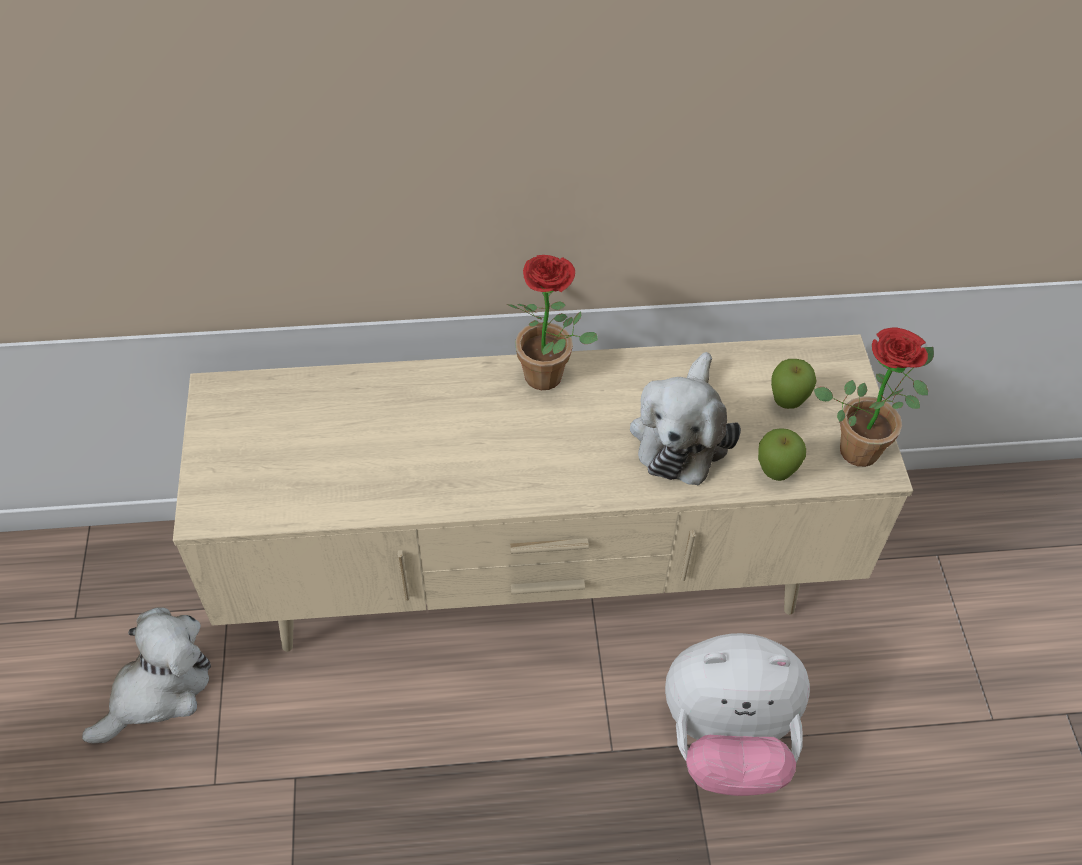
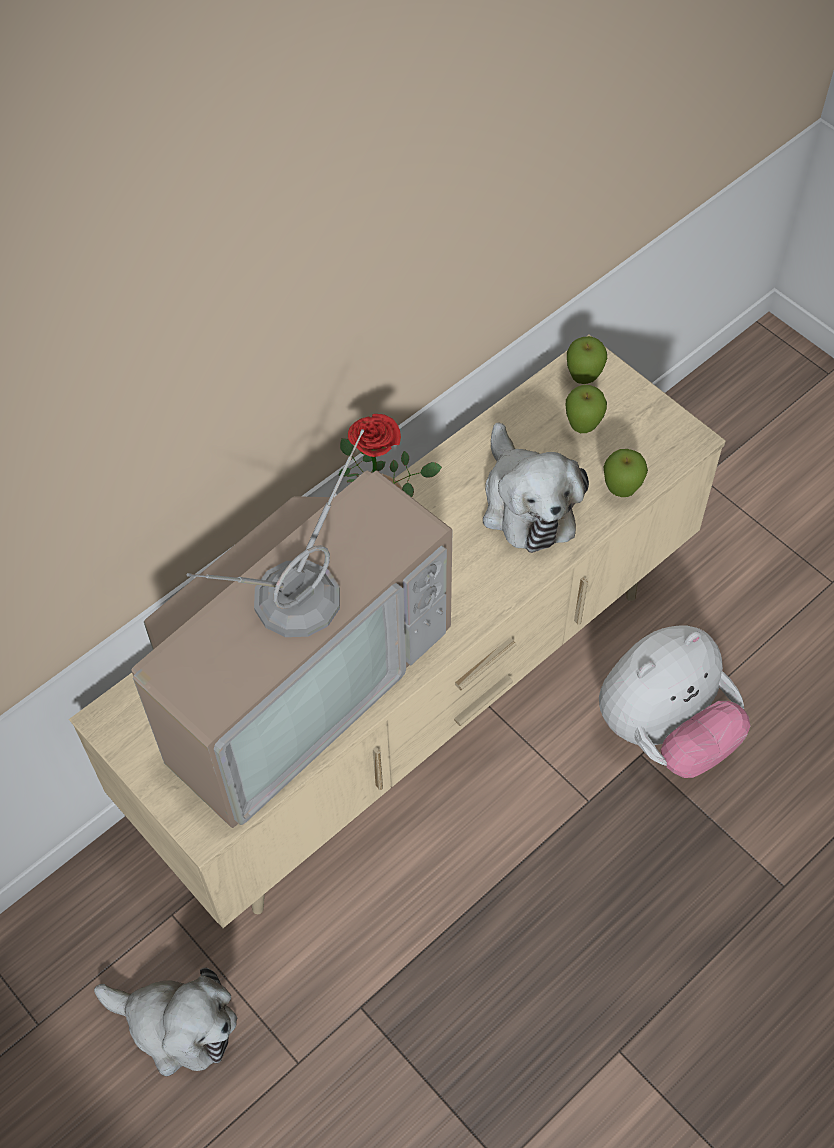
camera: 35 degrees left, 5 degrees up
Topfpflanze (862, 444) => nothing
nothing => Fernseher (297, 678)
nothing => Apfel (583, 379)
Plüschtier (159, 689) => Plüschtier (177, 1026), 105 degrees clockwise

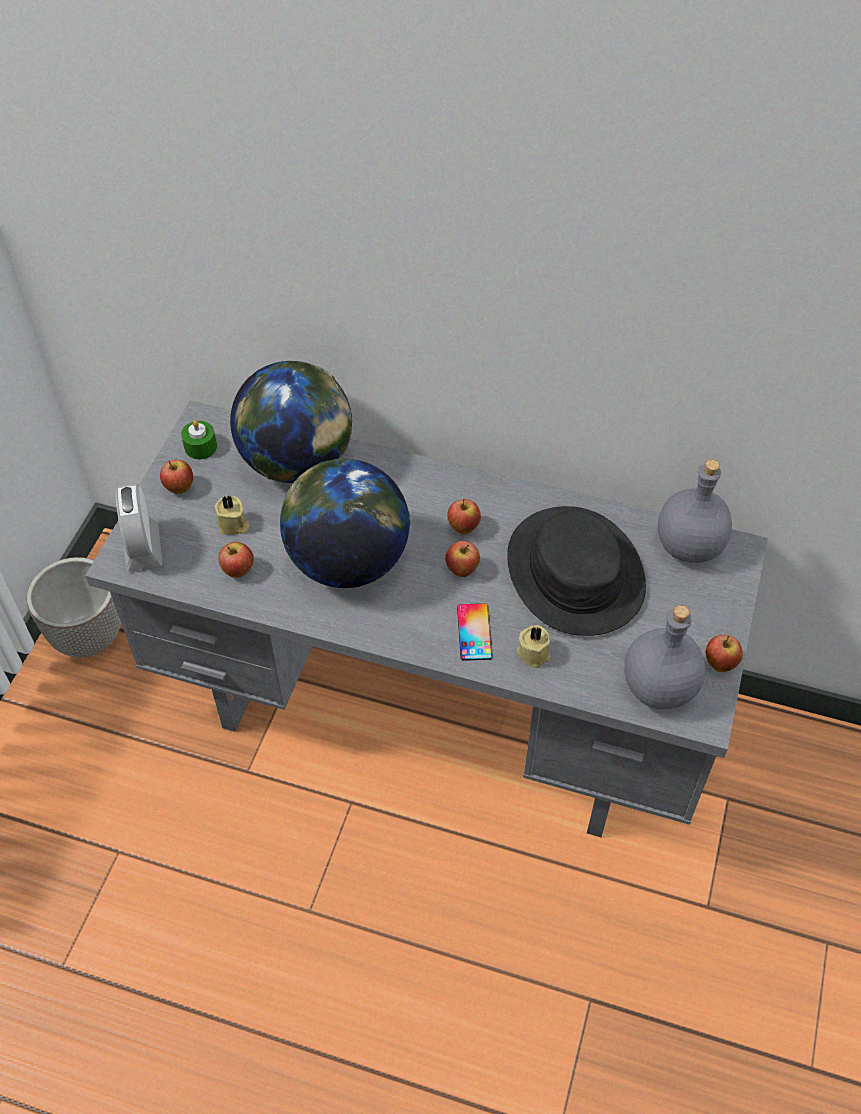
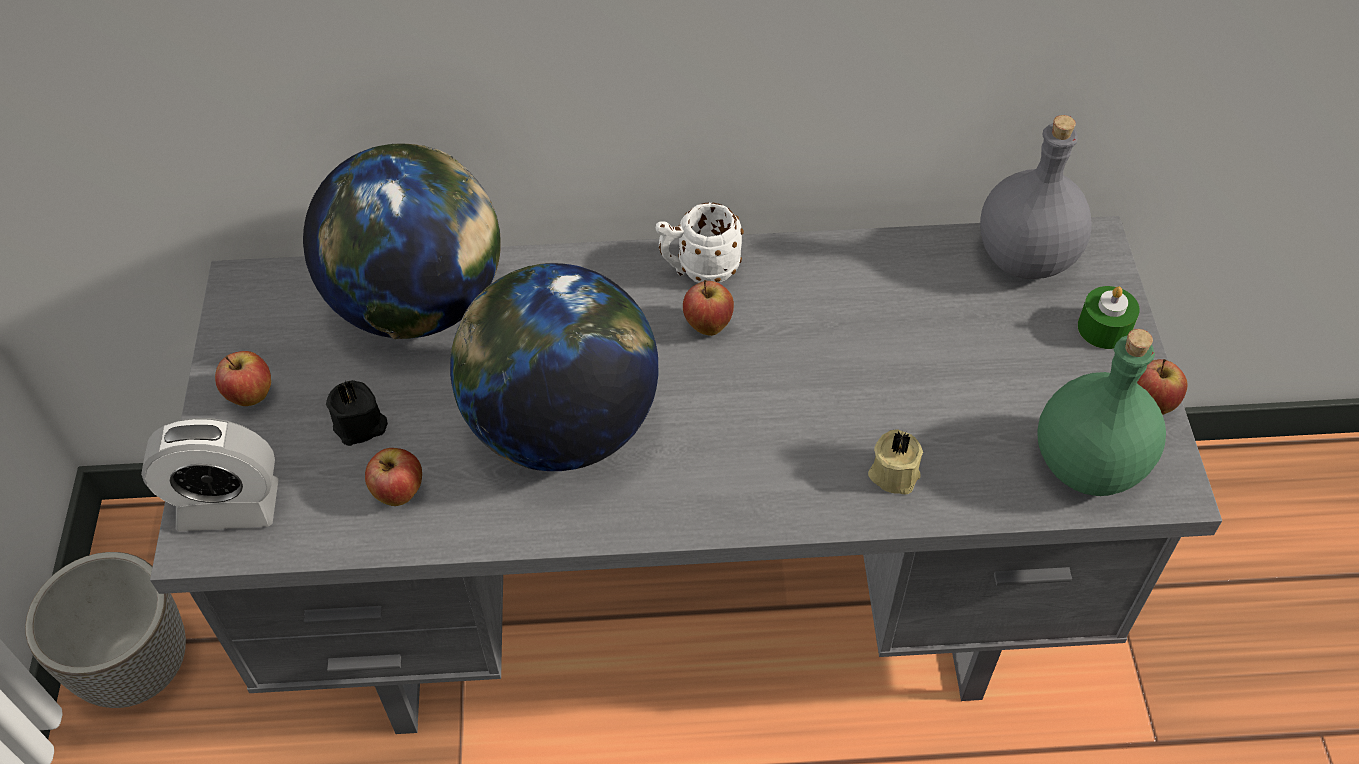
camera: 20 degrees left, 0 degrees up
Apfel (462, 570) => nothing
Handy (474, 632) => nothing
Hut [schwarz] (574, 572) => nothing
nothing => Henkelbecher [weiß] (698, 270)
Kerze [grün] (200, 447) => Kerze [grün] (1104, 328), shifted
Kerze [beige] (233, 525) => Kerze [schwarz] (361, 426)
Flasche [grau] (660, 687) => Flasche [grün] (1090, 464)
Wecker (142, 547) => Wecker (229, 505), 60 degrees counterclockwise

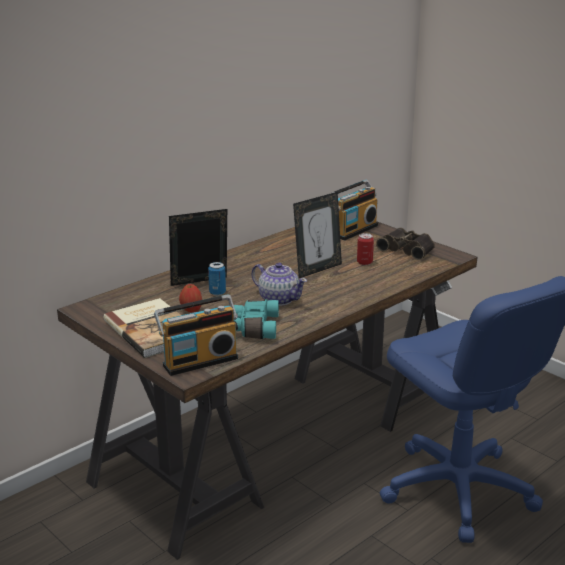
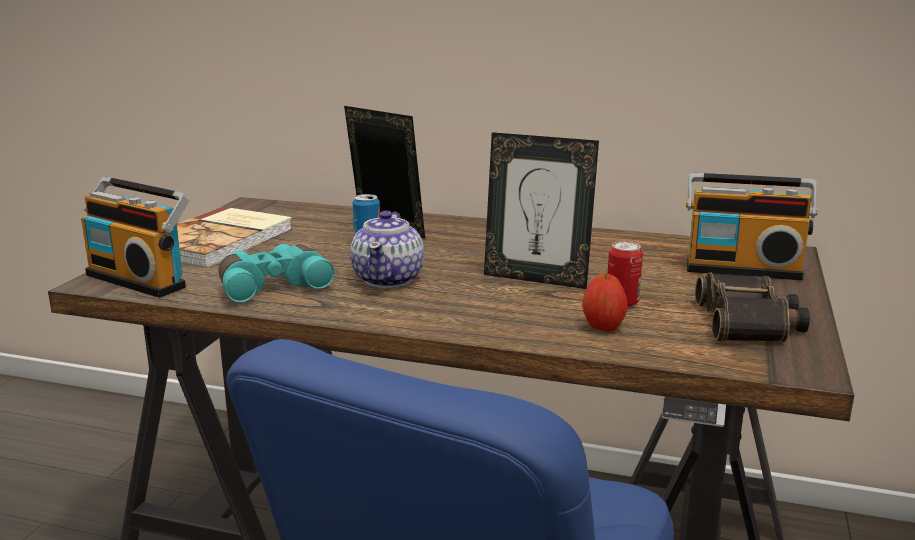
camera: 60 degrees right, 5 degrees down
Apfel (191, 310) => Apfel (603, 327), shifted

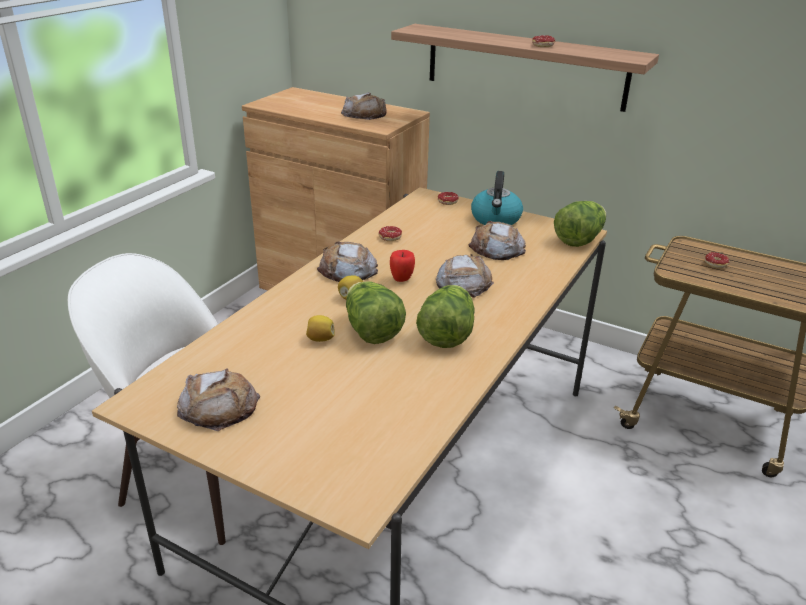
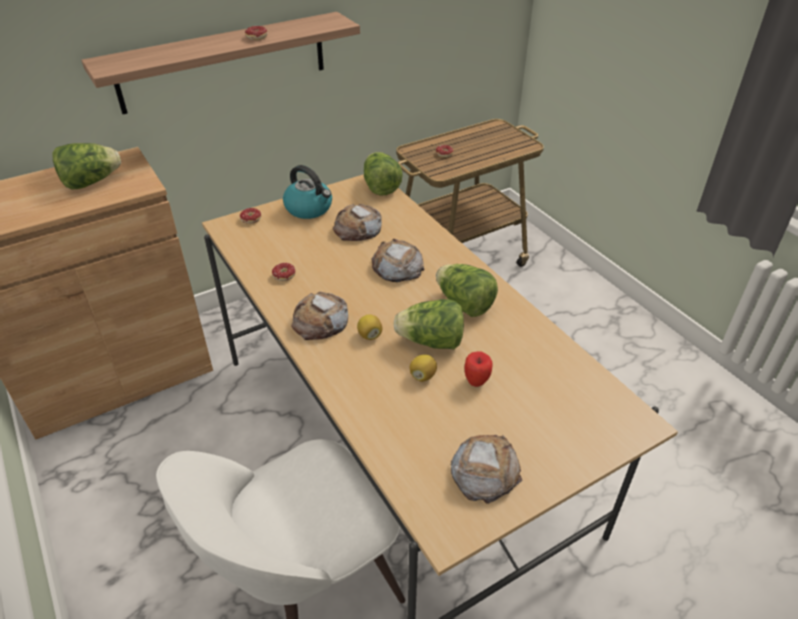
camera: 60 degrees left, 10 degrees up
Apfel (401, 280) => Apfel (476, 381), shifted
Brot (364, 114) => Salatkopf (91, 182)

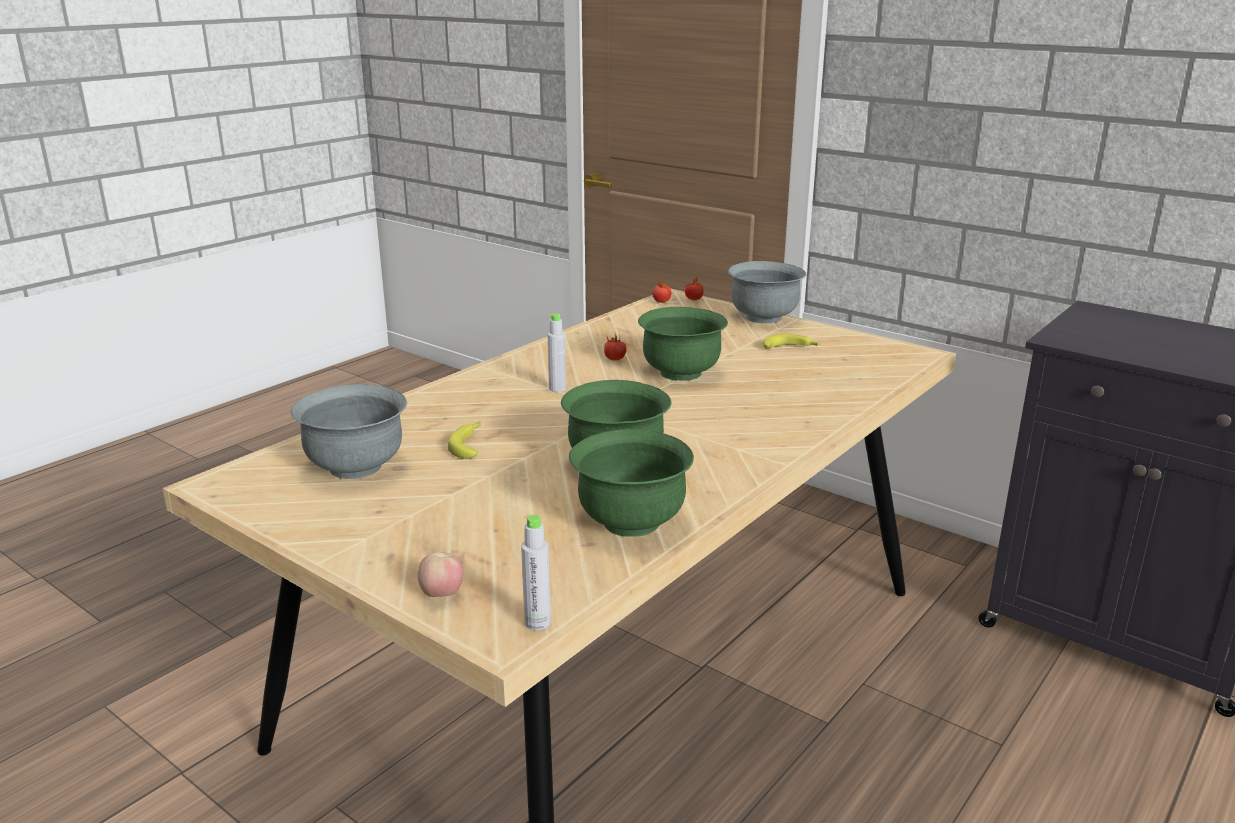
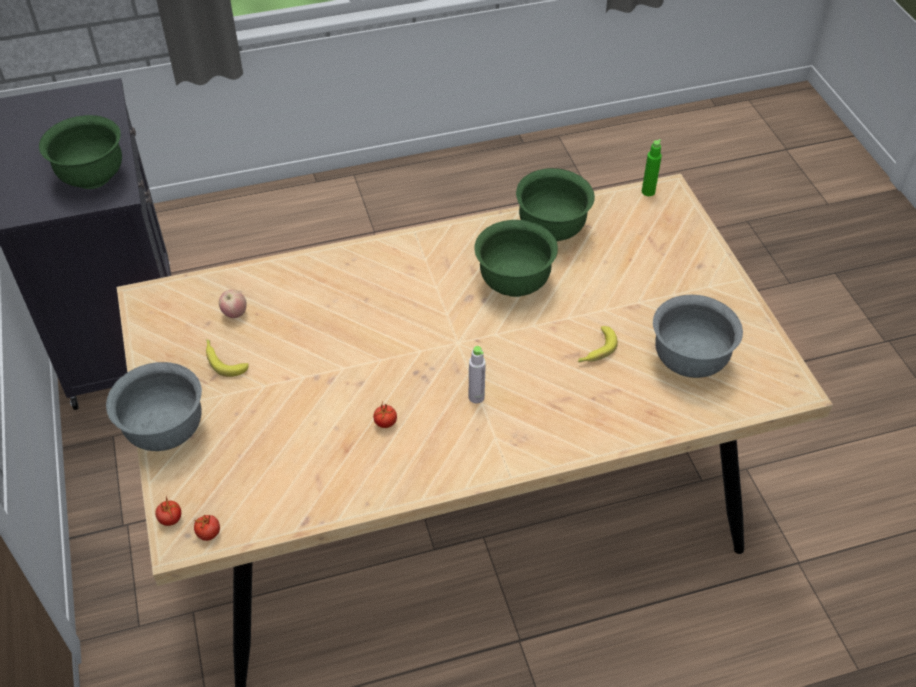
camera: 145 degrees left, 25 degrees up
Apfel (442, 595) => Apfel (234, 313), shifted
Schüssel [grün] (681, 373) => Schüssel [grün] (92, 177), shifted
Flasche [grau] (537, 622) => Flasche [grün] (648, 192)

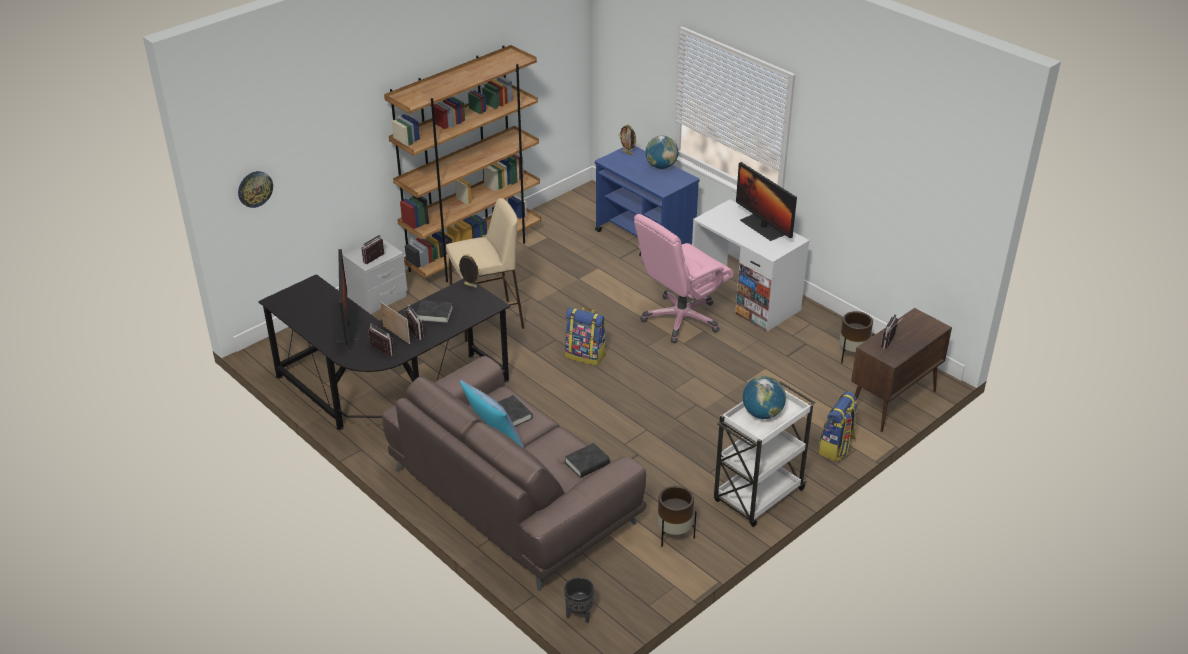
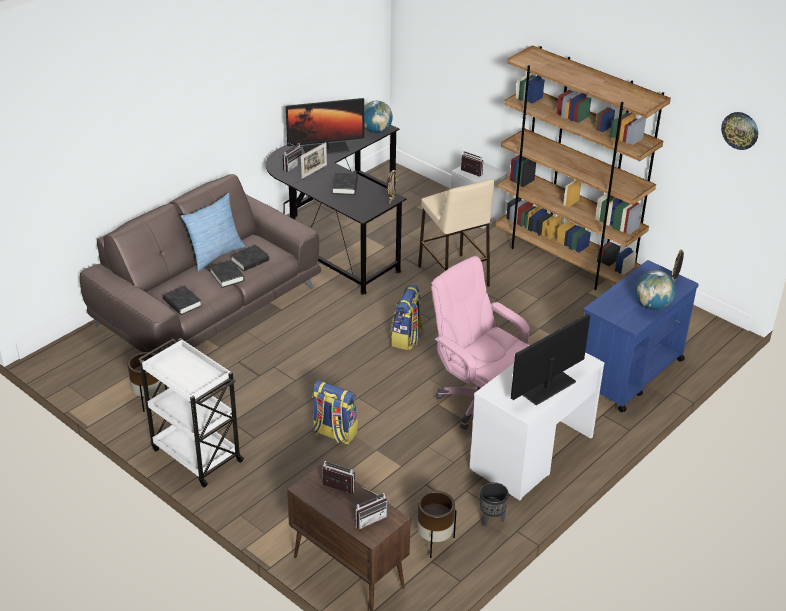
camera: 85 degrees right, 0 degrees up
nothing => Buch [schwarz] (227, 276)
Wanduhr (255, 189) => Wanduhr (740, 130), shifted
Radio (412, 333) => Radio (369, 518), shifted
Pflanzkübel [schwarz] (579, 615) => Pflanzkübel [schwarz] (491, 518), shifted
Globus (762, 414) => Globus (376, 131), shifted
Rucksack (836, 448) => Rucksack (334, 433), shifted

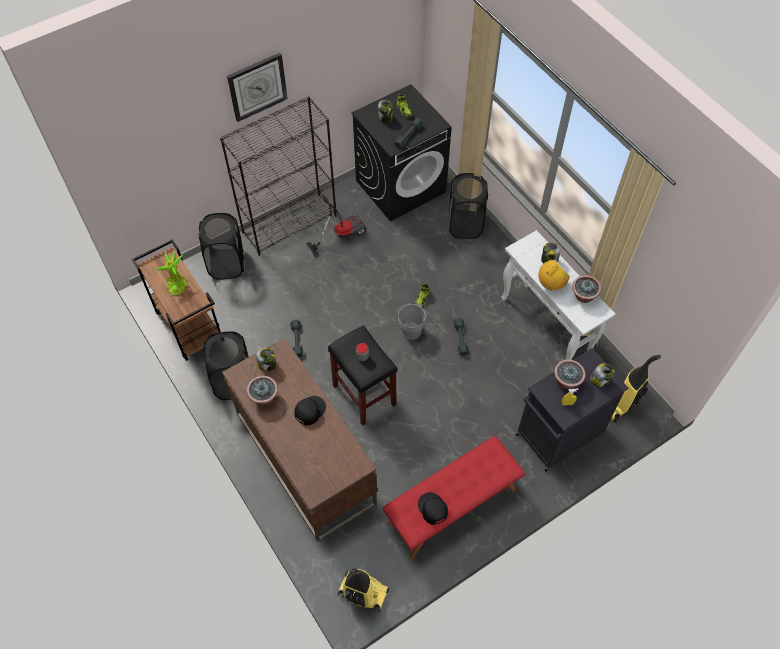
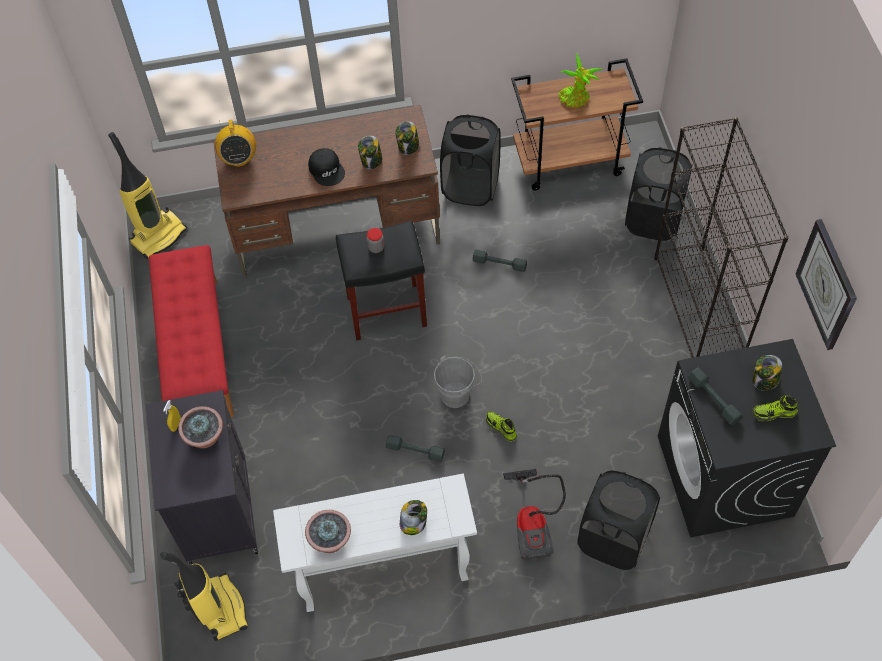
camera: 115 degrees right, 0 degrees up
Topfpflanze (264, 397) => nothing
Kappe [schwarz] (432, 509) => nothing
Wanduhr (257, 86) => Wanduhr (827, 284), shifted
Staubsauger (341, 234) => Staubsauger (533, 523), shifted
Radio (551, 284) => Radio (239, 159), shifted
Vorratsglas (600, 380) => Vorratsglas (371, 161), shifted

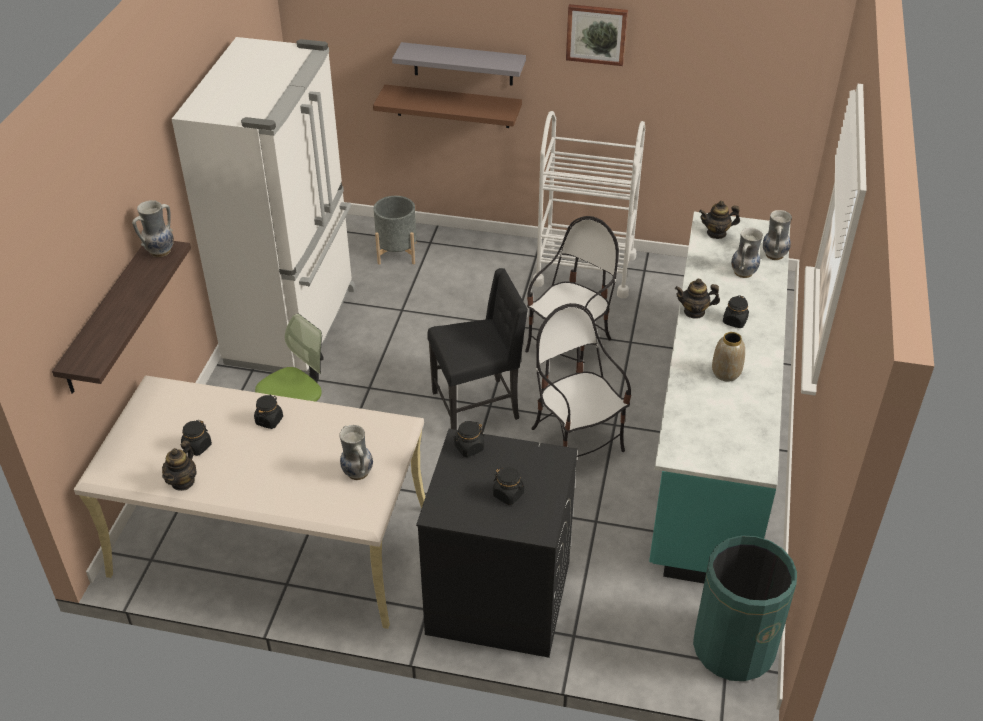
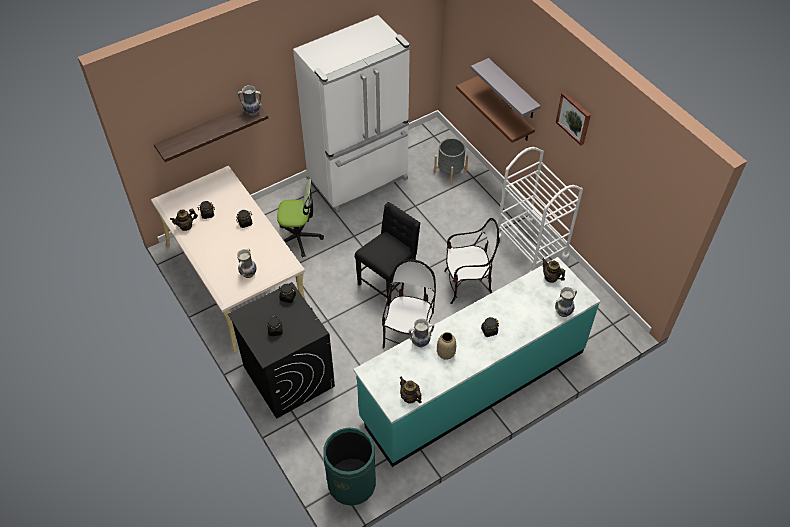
camera: 45 degrees right, 10 degrees up
Teekanne (694, 312) => Teekanne (410, 397), shifted
Vase (744, 273) => Vase (420, 342), shifted
Stuhl [schwarz] (477, 406) => Stuhl [schwarz] (388, 281), 75 degrees counterclockwise

